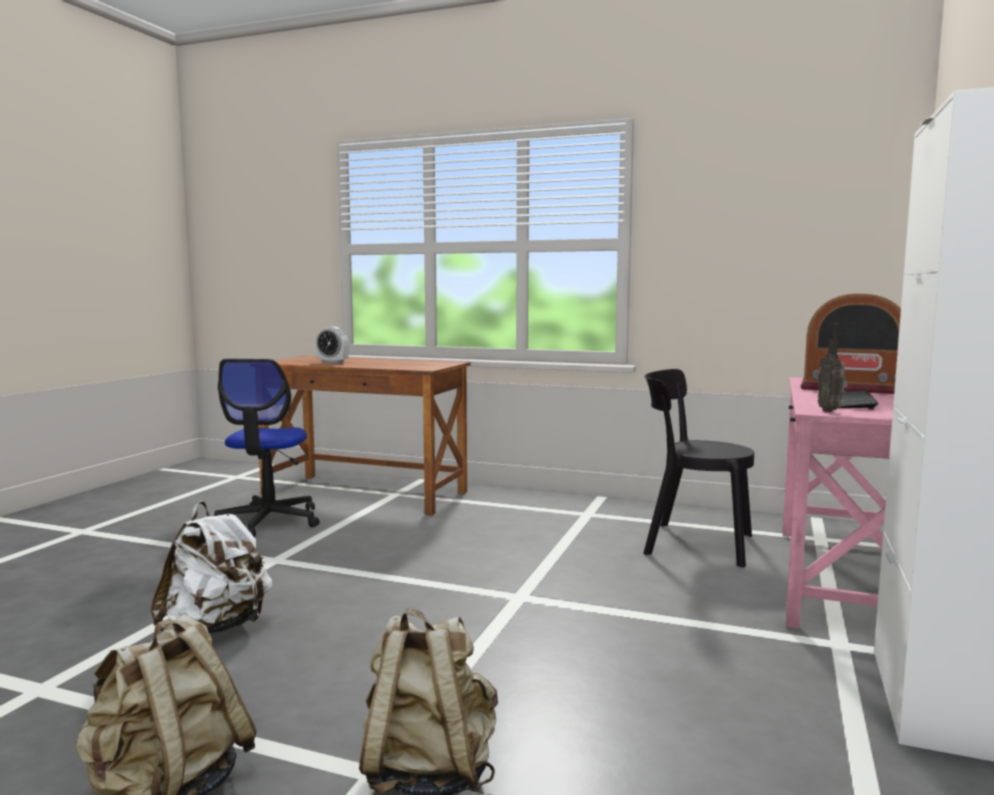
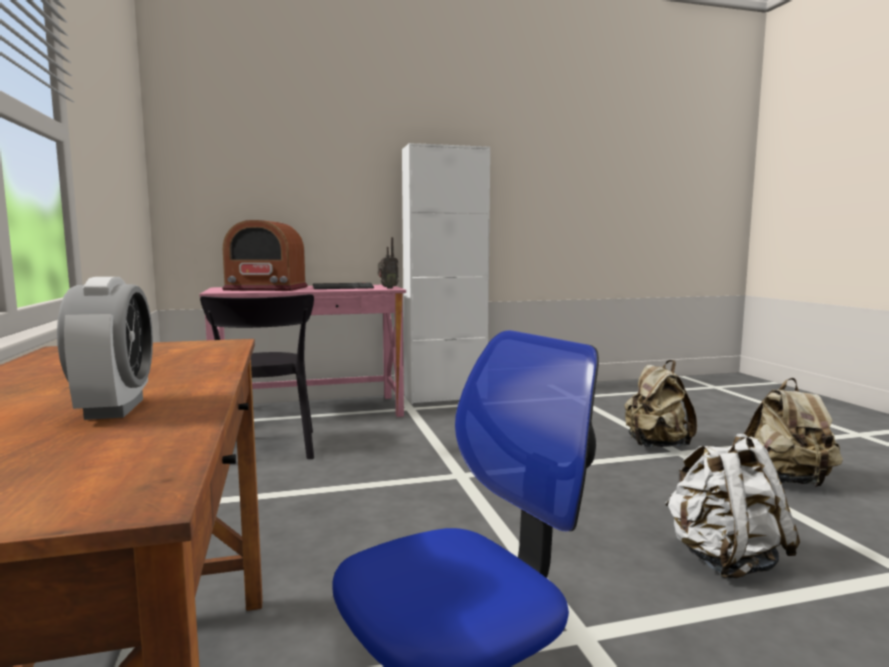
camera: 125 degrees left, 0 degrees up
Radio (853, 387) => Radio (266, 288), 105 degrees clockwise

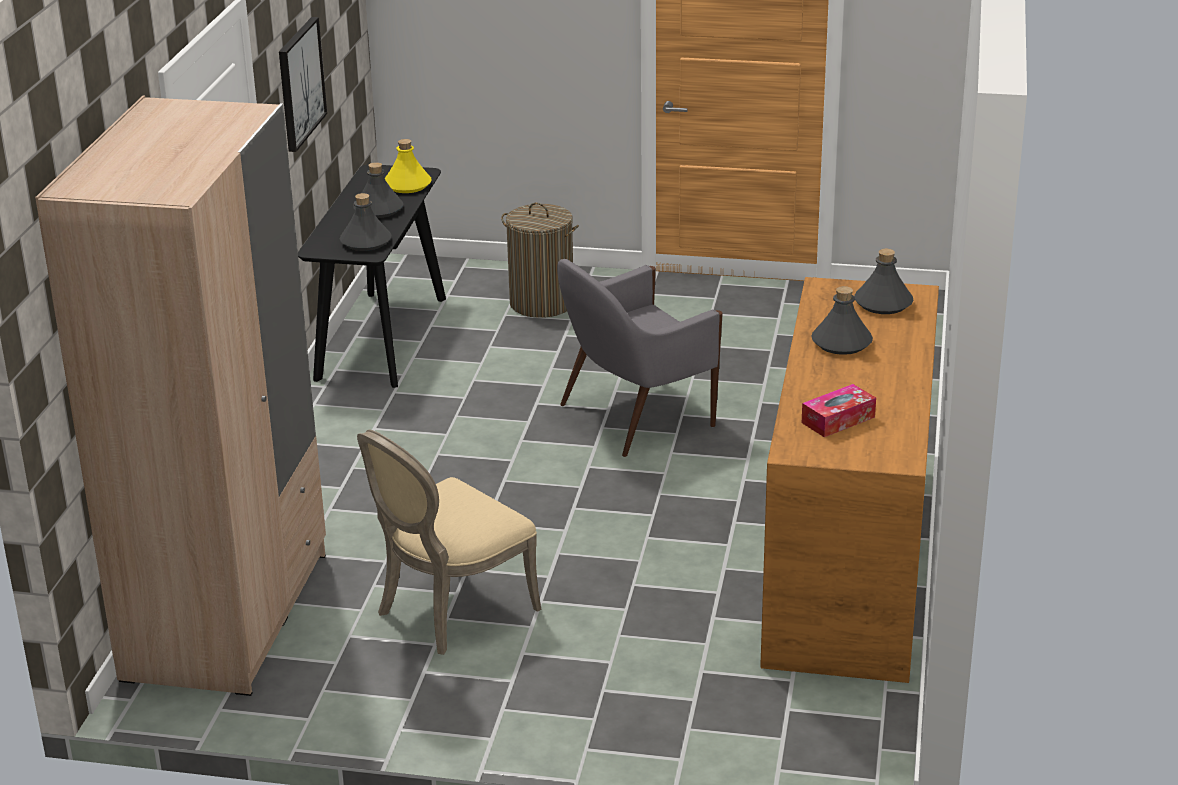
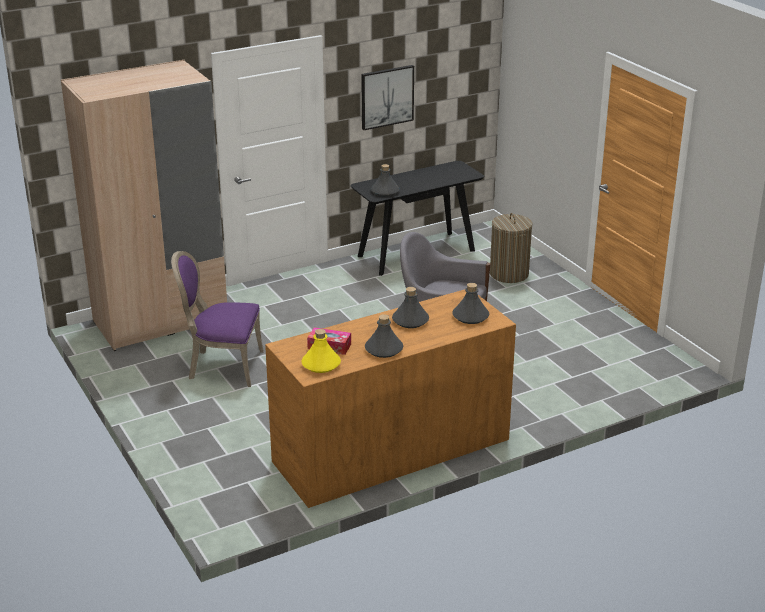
camera: 50 degrees right, 0 degrees up
Flasche [grau] (378, 210) => Flasche [grau] (383, 349), shifted
Flasche [gelb] (408, 185) => Flasche [gelb] (321, 364), shifted
Stuhl [beige] (450, 611) => Stuhl [lila] (222, 366)

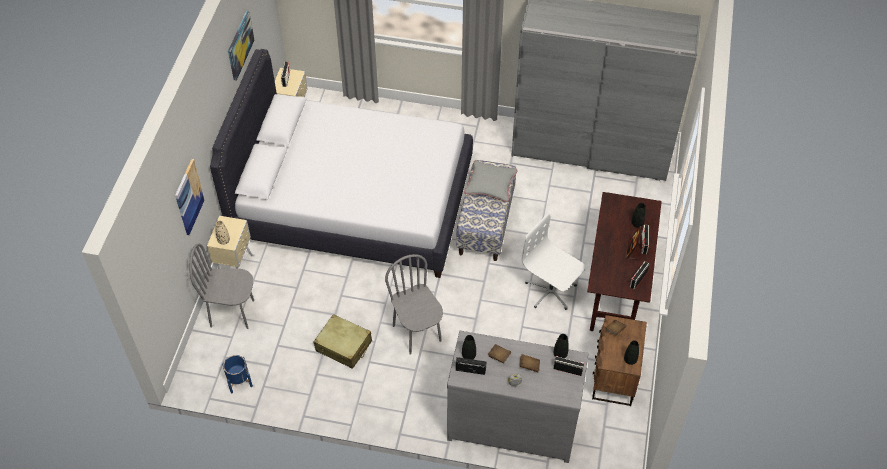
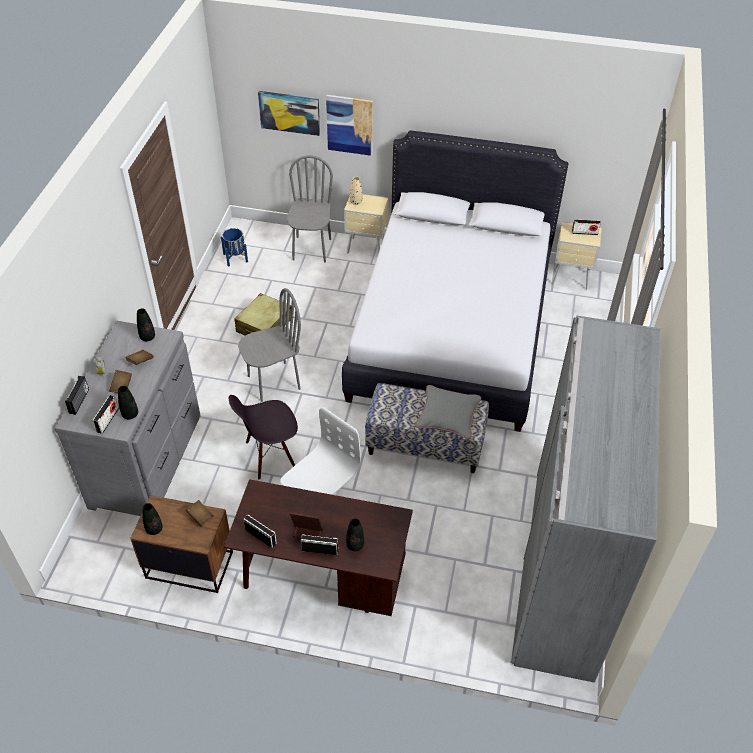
camera: 90 degrees right, 5 degrees down
nothing => Stuhl [schwarz] (270, 455)
Bild (240, 45) => Bild (289, 112), shifted
Radio (470, 369) => Radio (80, 401), shifted

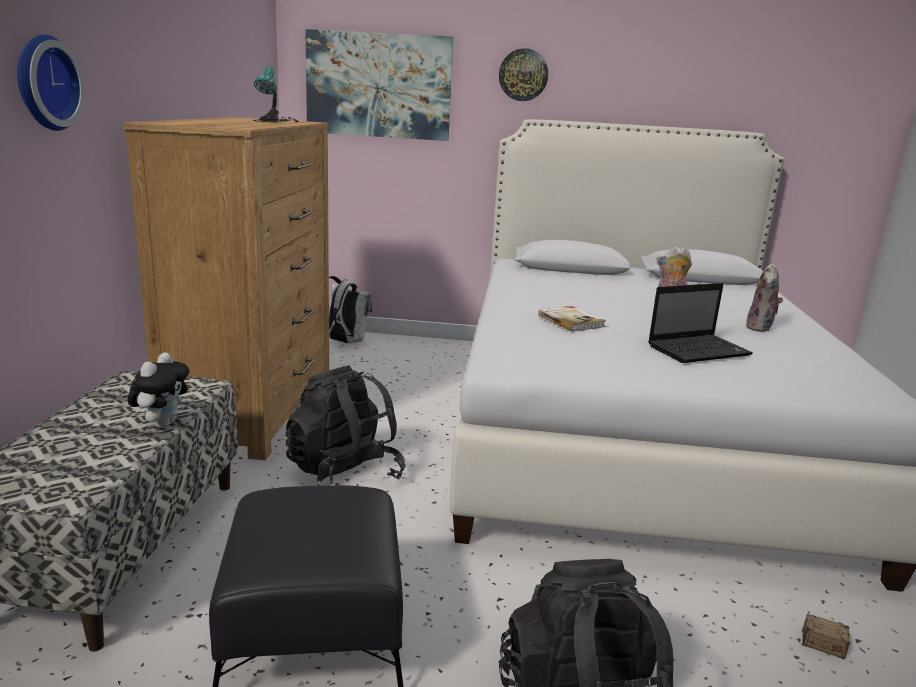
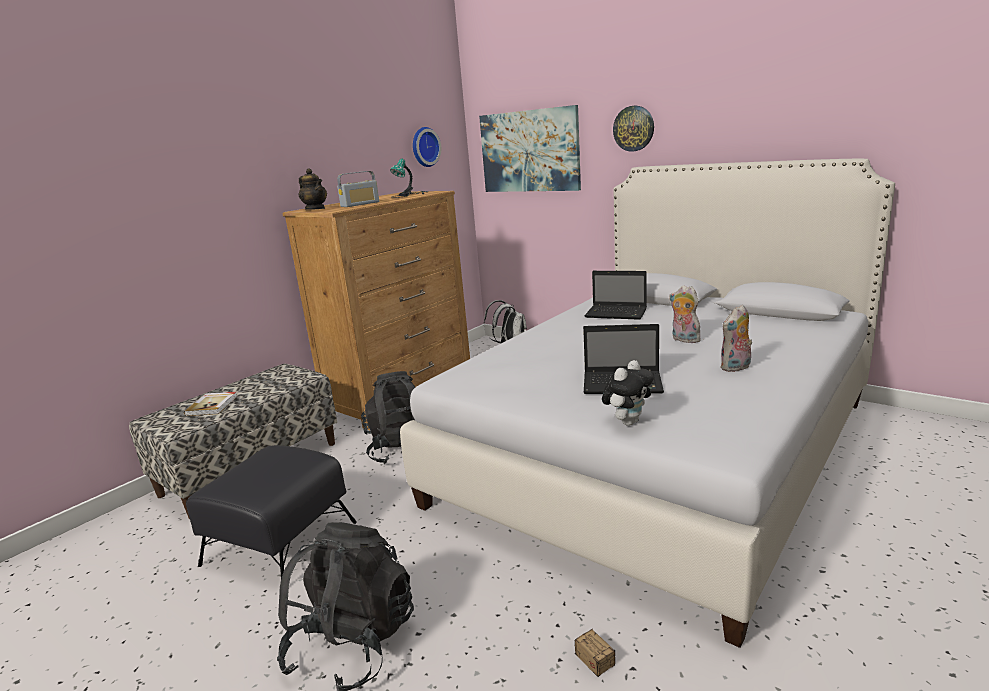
camera: 35 degrees right, 0 degrees up
nothing => Teekanne (315, 209)
nothing => Radio (360, 204)
nothing => Laptop (617, 313)
Wanduhr (43, 83) => Wanduhr (424, 147), shifted
Plüschtier (162, 424) => Plüschtier (628, 421), shifted
Buch (571, 321) => Buch (213, 405), shifted

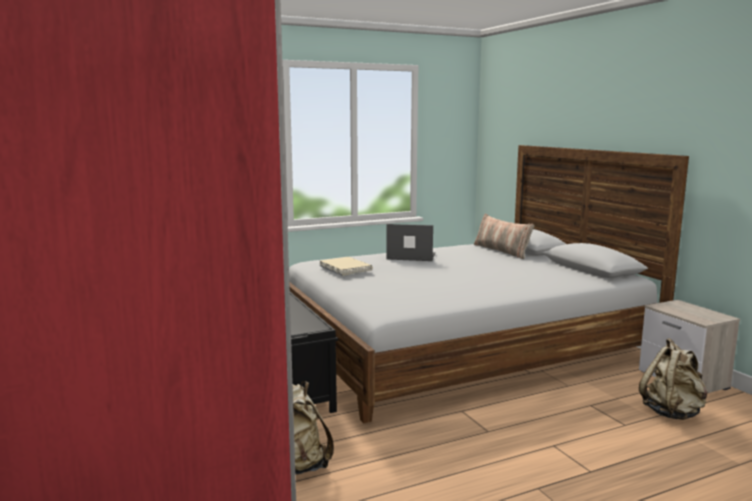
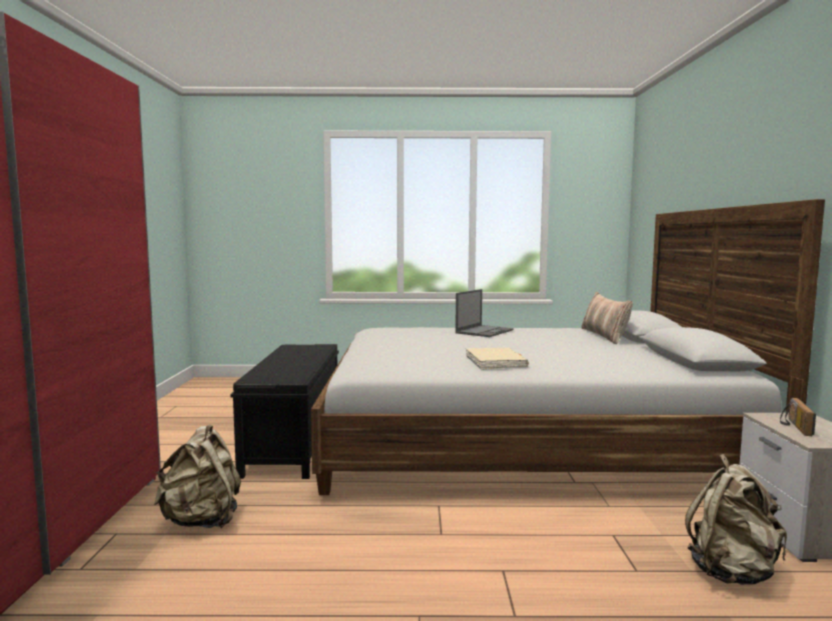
camera: 25 degrees right, 5 degrees down
nothing => Radio (793, 426)
Buch [beige] (345, 268) => Buch [beige] (495, 362), shifted
Laptop (410, 256) => Laptop (484, 331), 90 degrees clockwise

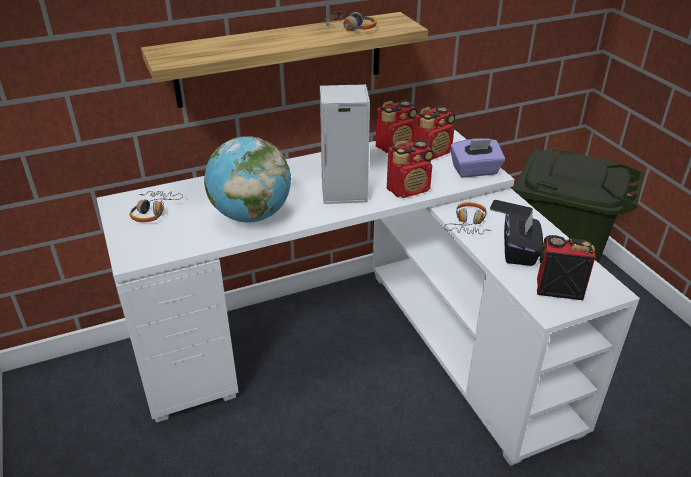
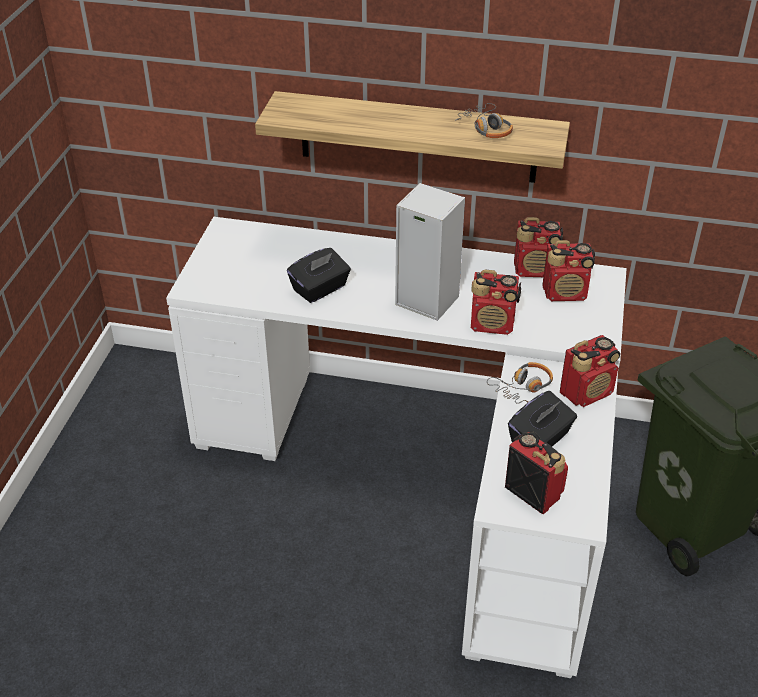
camera: 35 degrees right, 5 degrees up
Kopfhörer (154, 211) => nothing
Taschentuchbox [lila] (475, 171) => nothing
Globus (251, 215) => Taschentuchbox [schwarz] (320, 289)
Handy (511, 209) => Radio (587, 392)

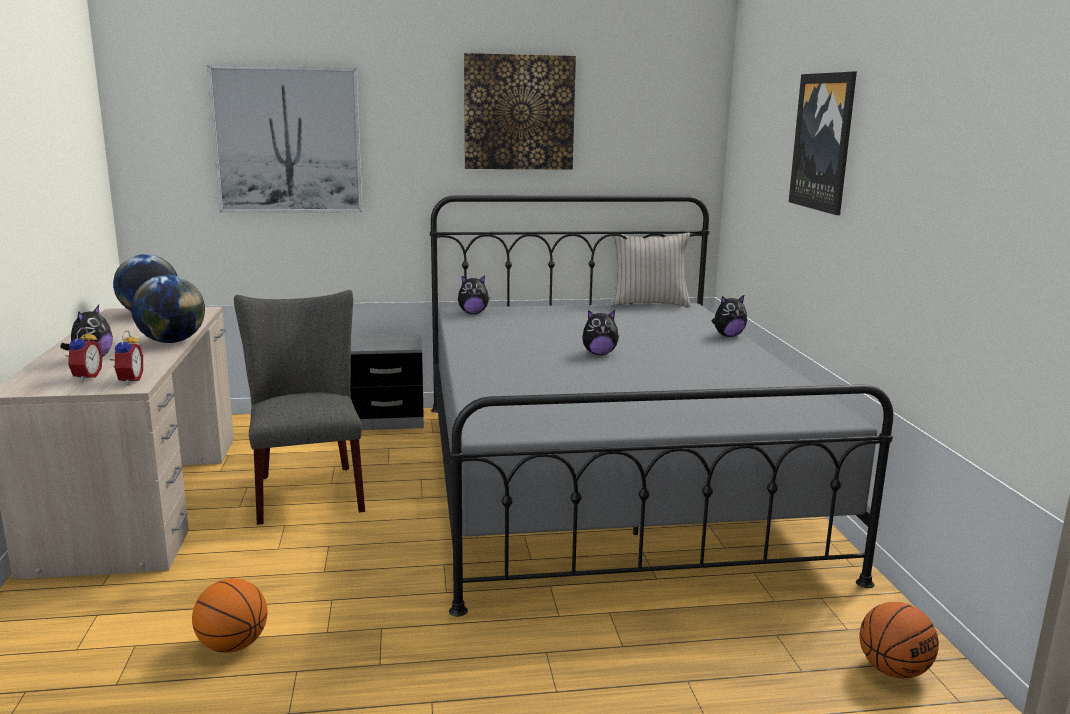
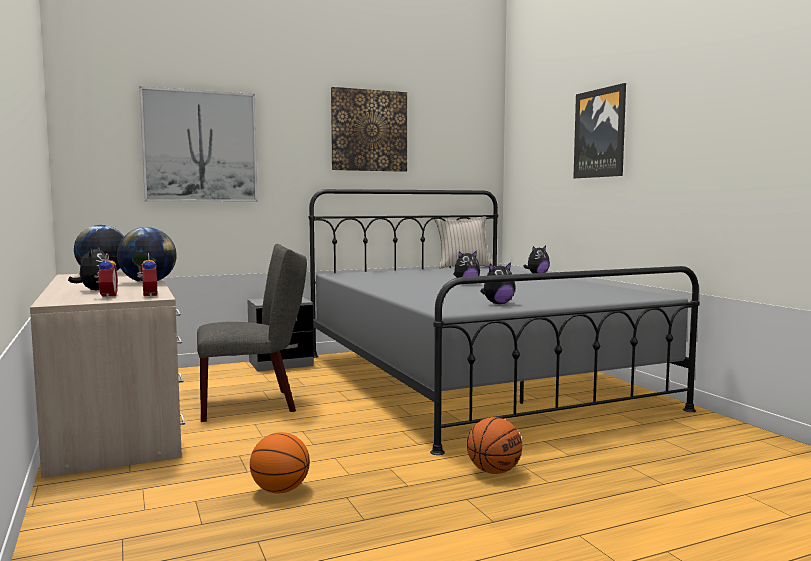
camera: 15 degrees left, 10 degrees down
Plüschtier (473, 313) => Plüschtier (498, 304), shifted
Basketball (893, 670) => Basketball (494, 471), shifted
Stuhl [grau] (307, 490) => Stuhl [grau] (254, 404), 105 degrees clockwise

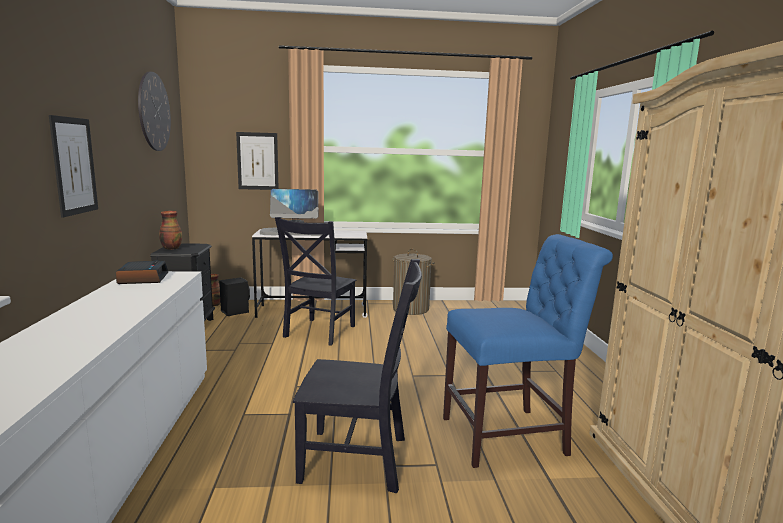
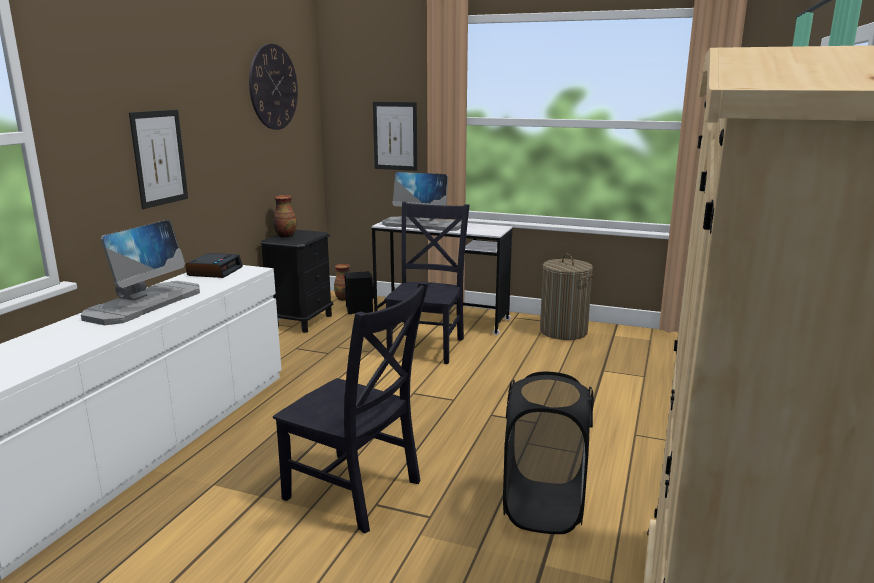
camera: 25 degrees right, 5 degrees up
nothing => Monitor (145, 303)
Stuhl [blau] (511, 436) => Wäschekorb [schwarz] (544, 507)
Stuhl [schwarz] (318, 332) => Stuhl [schwarz] (427, 346), 150 degrees clockwise

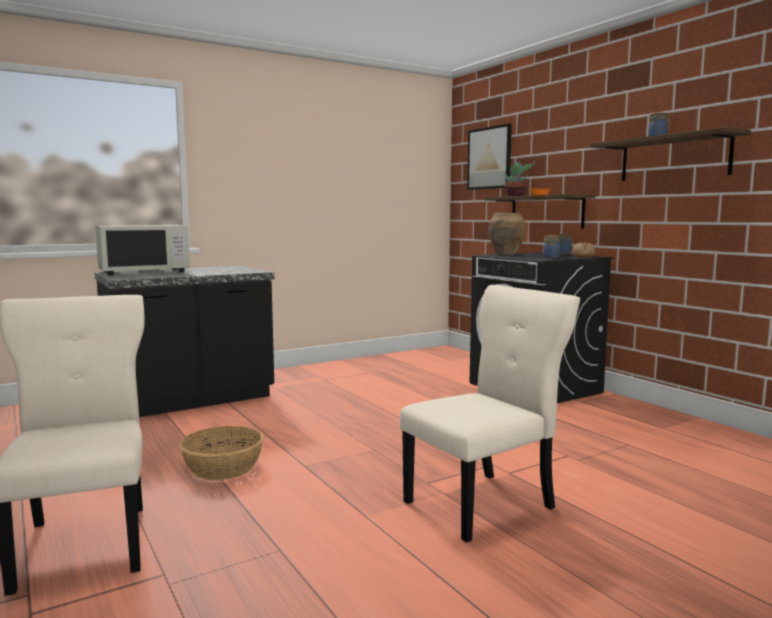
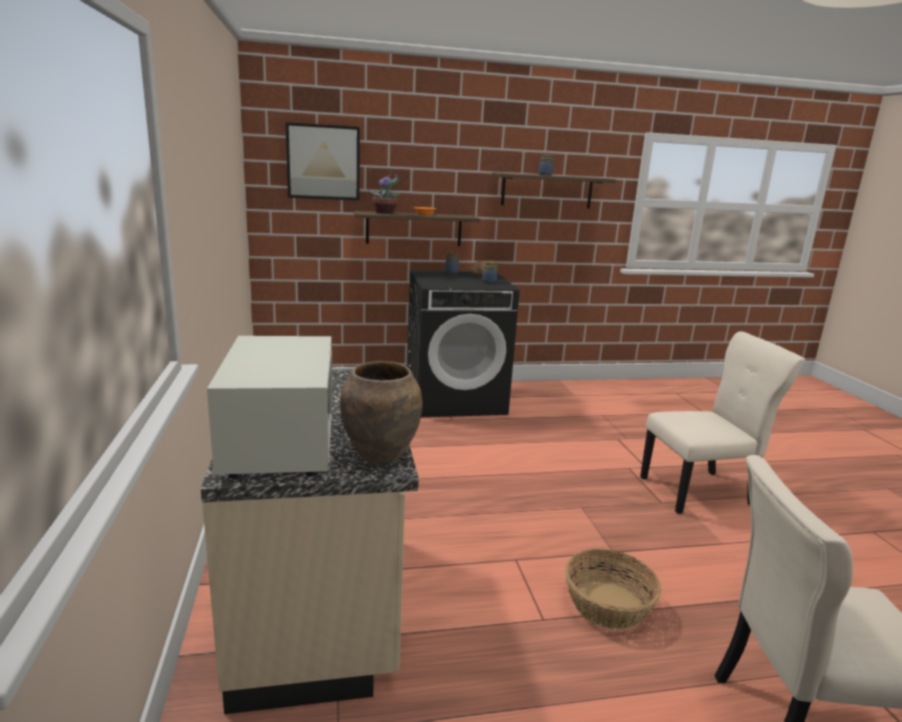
camera: 70 degrees left, 10 degrees up
Vase [braun] (506, 254) => Vase [braun] (381, 455), shifted
Küchenzeile [schwarz] (190, 400) => Küchenzeile [beige] (319, 605)
Stuhl [beige] (484, 504) => Stuhl [beige] (700, 492), 90 degrees clockwise

